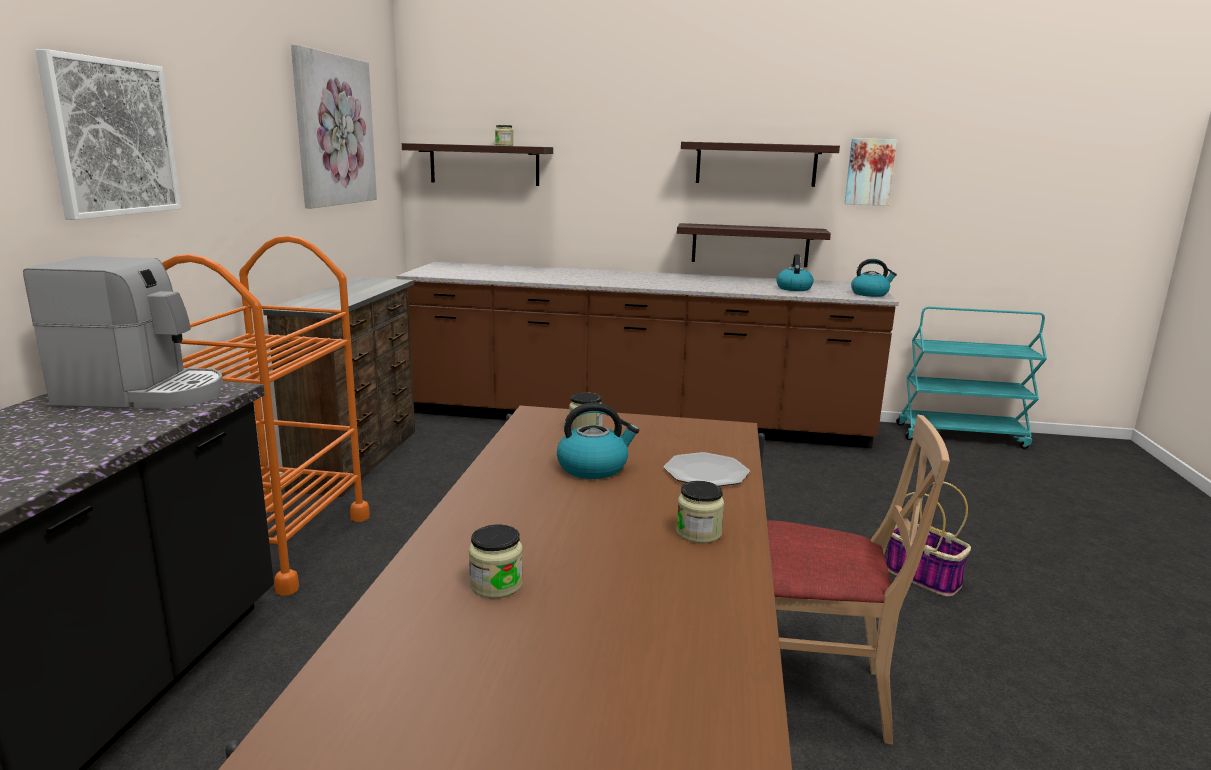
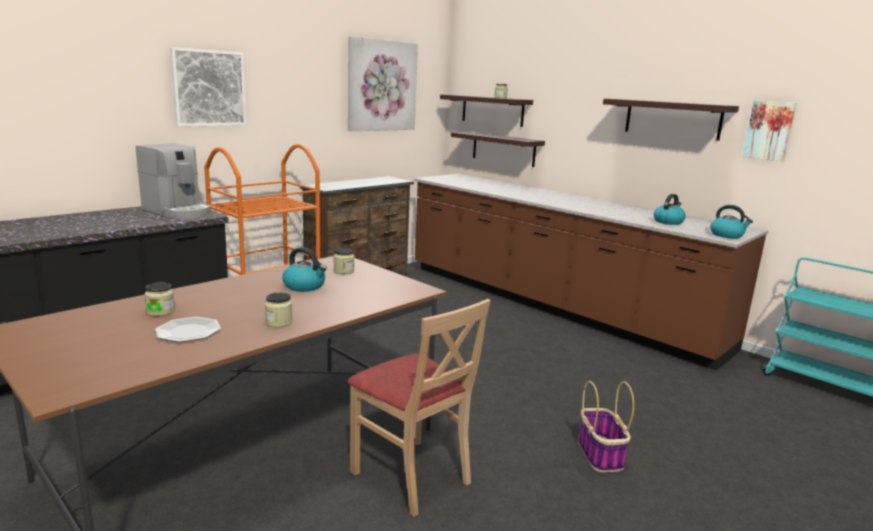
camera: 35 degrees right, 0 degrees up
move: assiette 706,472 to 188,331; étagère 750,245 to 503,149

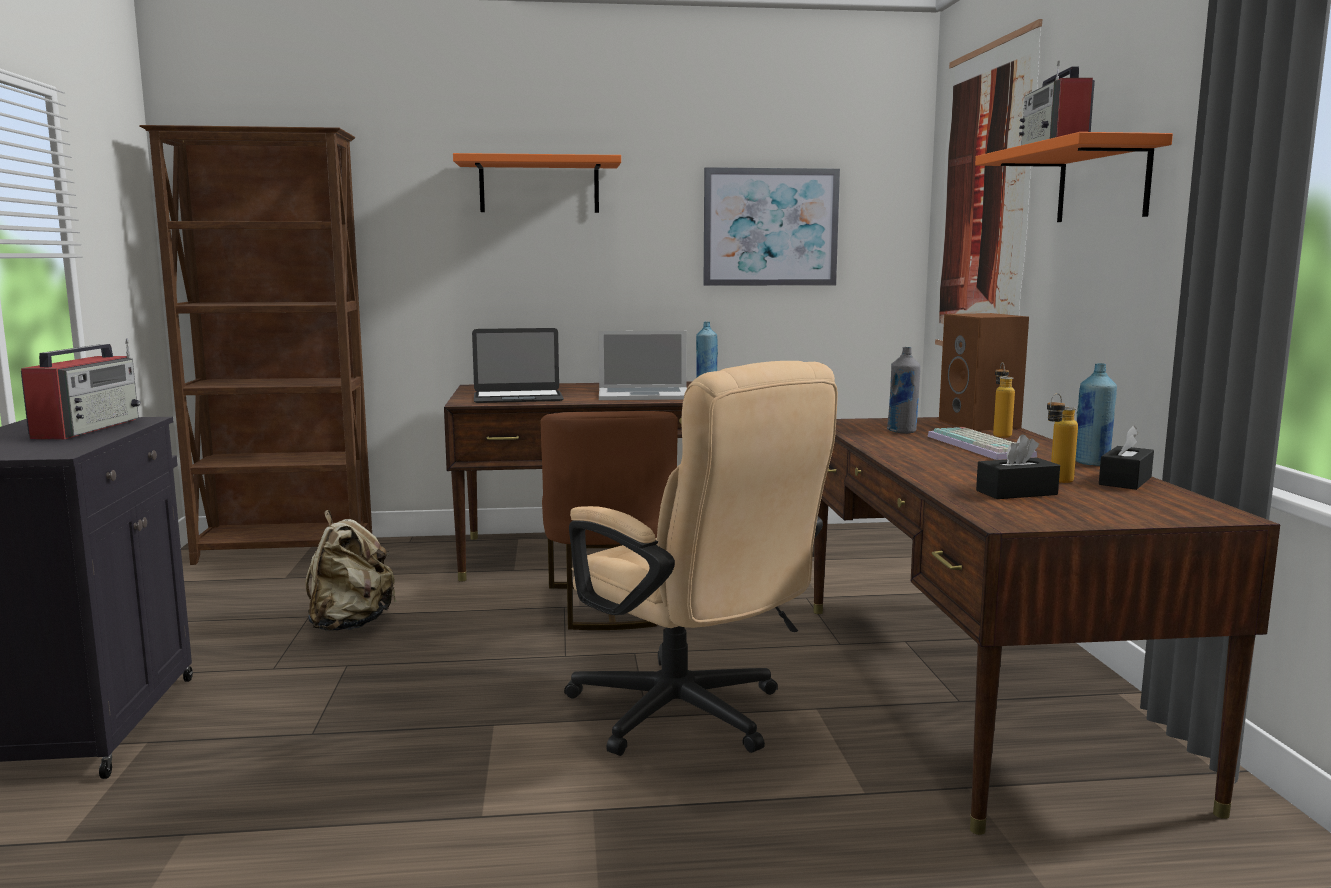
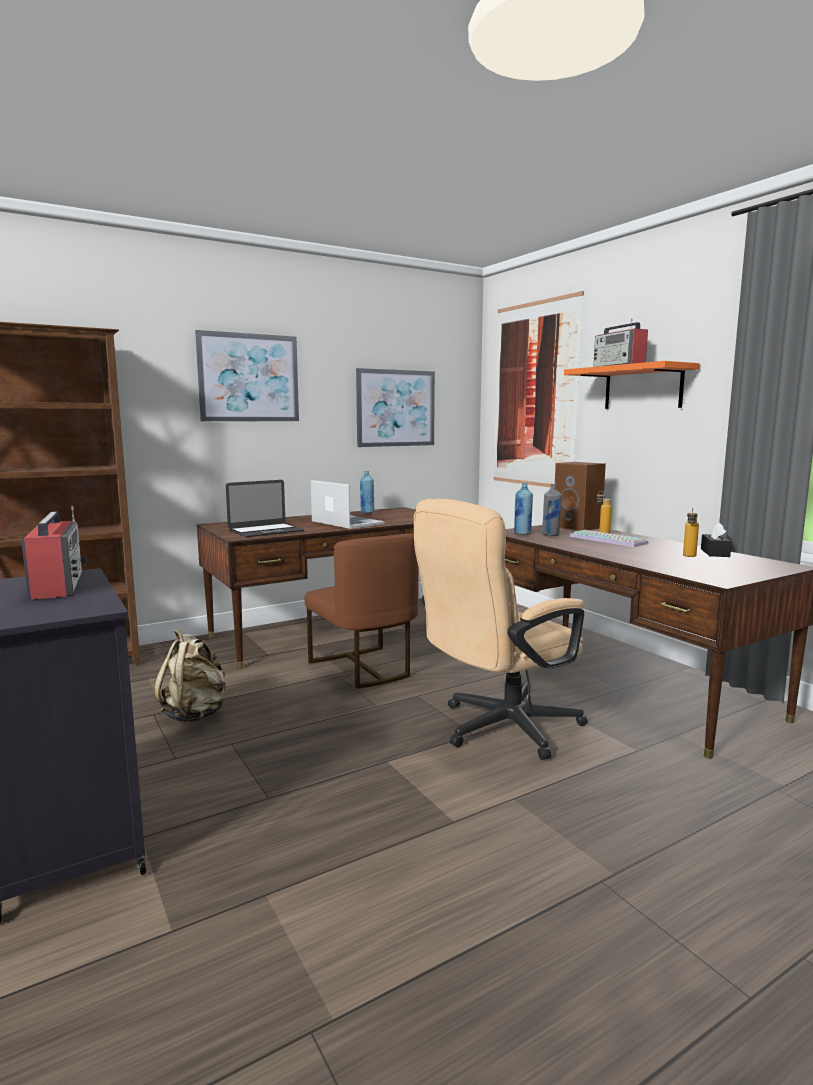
camera: 25 degrees left, 0 degrees up
delete: boîte à mouchoirs/noir 1016,492
move: bouteille/bleu 1091,462 to 522,533
replace: étagère/orange 539,186 to tableau 249,378
rotate: chaise de bureau/beige 691,718 = 499,729 120 degrees clockwise; ordinateur portable 644,395 = 346,522 105 degrees counterclockwise

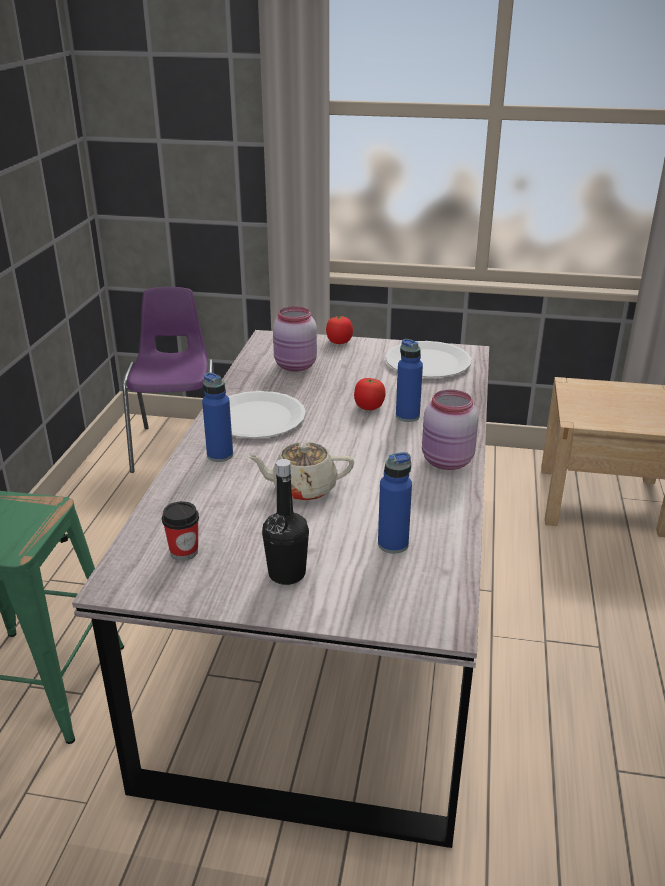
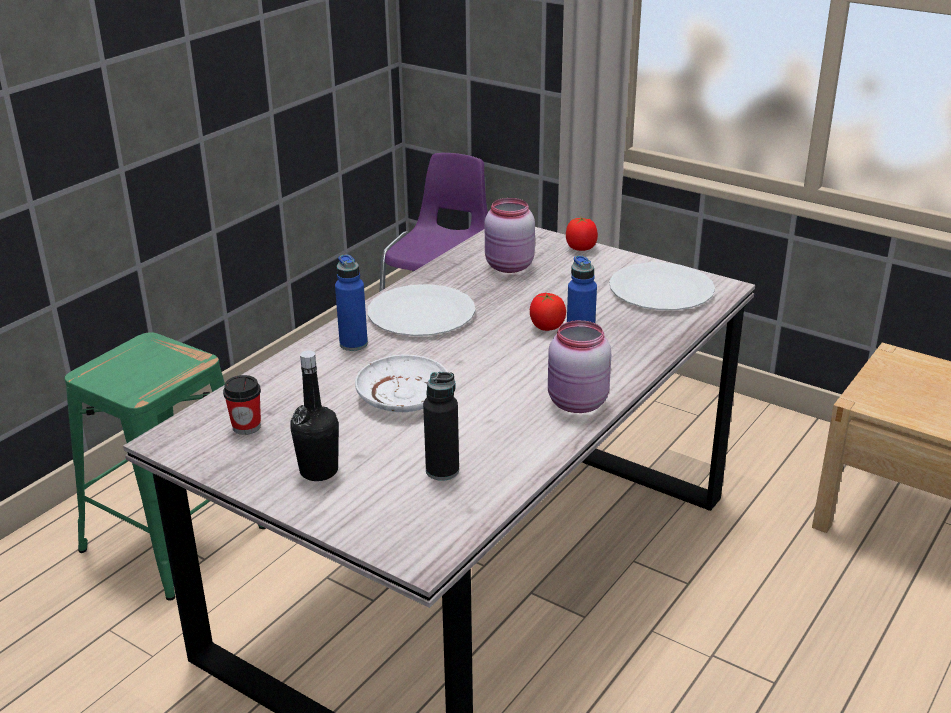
camera: 25 degrees right, 0 degrees up
replace: théière/beige 303,488 to assiette/blanc 404,395
recolor: bouteille/bleu 393,544 to bouteille/noir 442,471

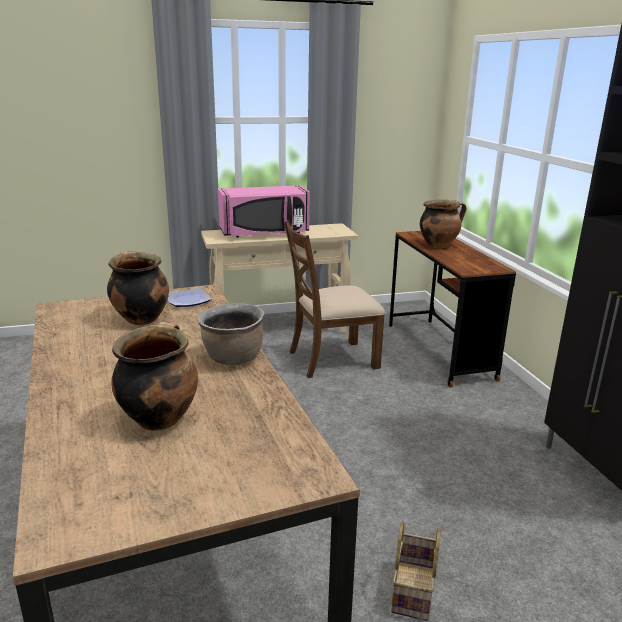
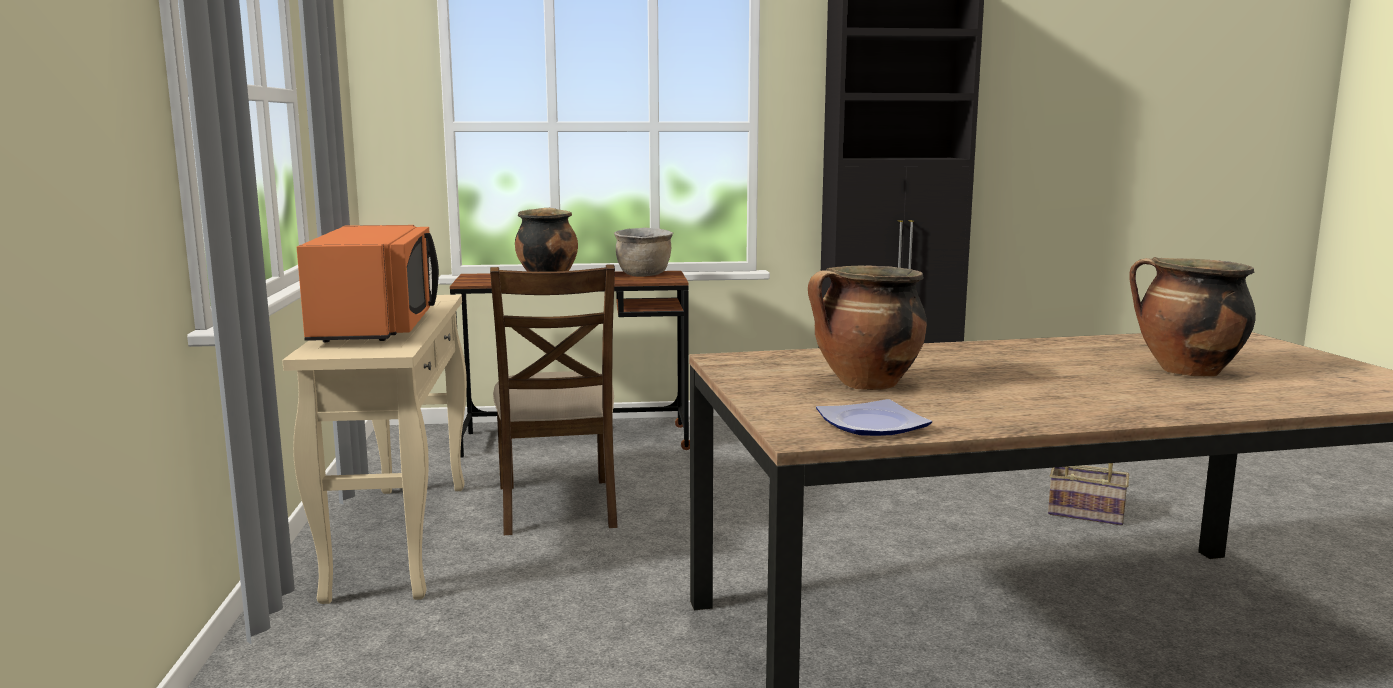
camera: 80 degrees left, 10 degrees down
move: assiette 188,300 to 869,425; marmite/marron 233,359 to 644,275
recolor: micro-ondes/rose 265,233 to micro-ondes/orange 377,327

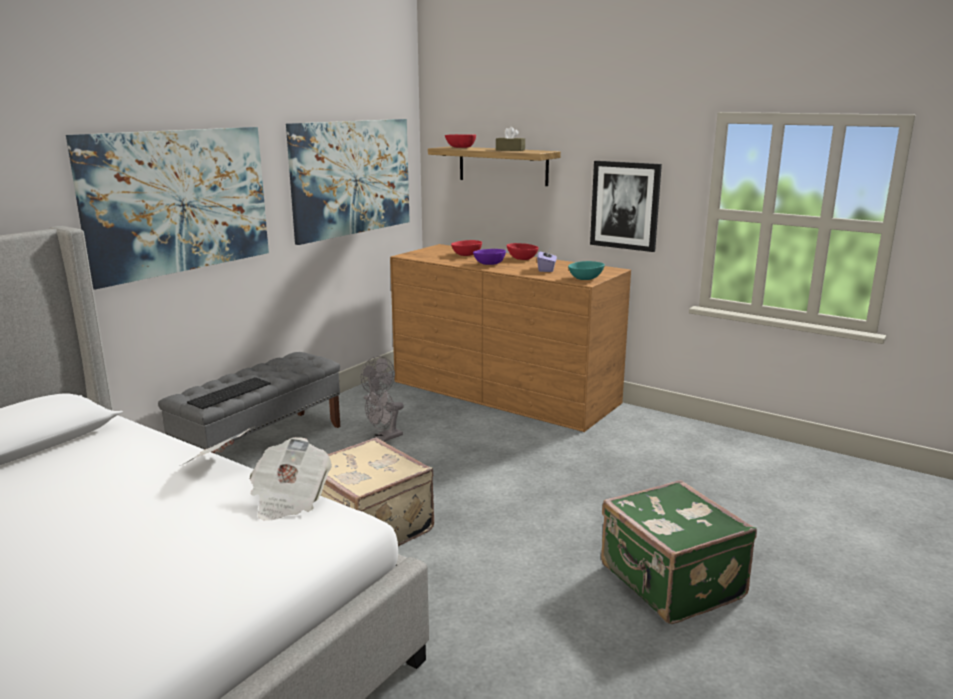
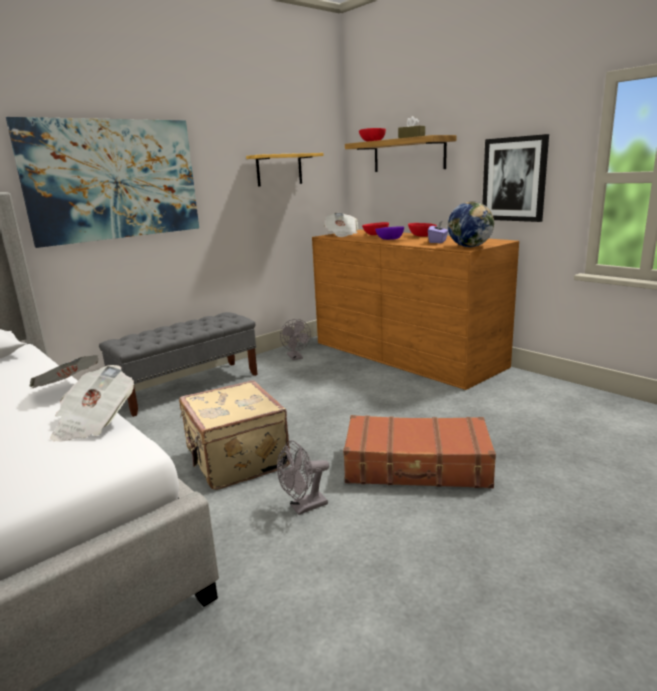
camera: 15 degrees right, 0 degrees up
delete: clavier 230,392; valise/vert 670,583
insert: journal 341,235; valise/marron 417,466
move: ventilateur/gris 385,438 to 304,507
replace: tableau 352,177 to étagère 279,170; bol/turquoise 586,279 to globe 470,246

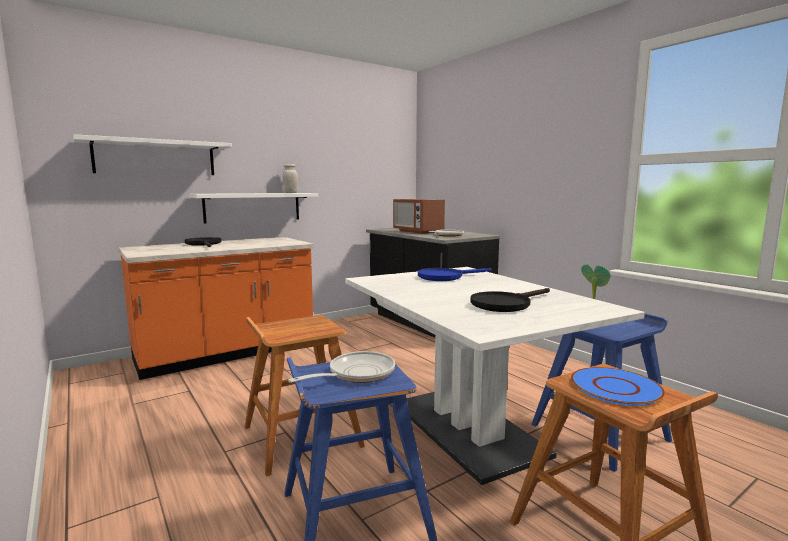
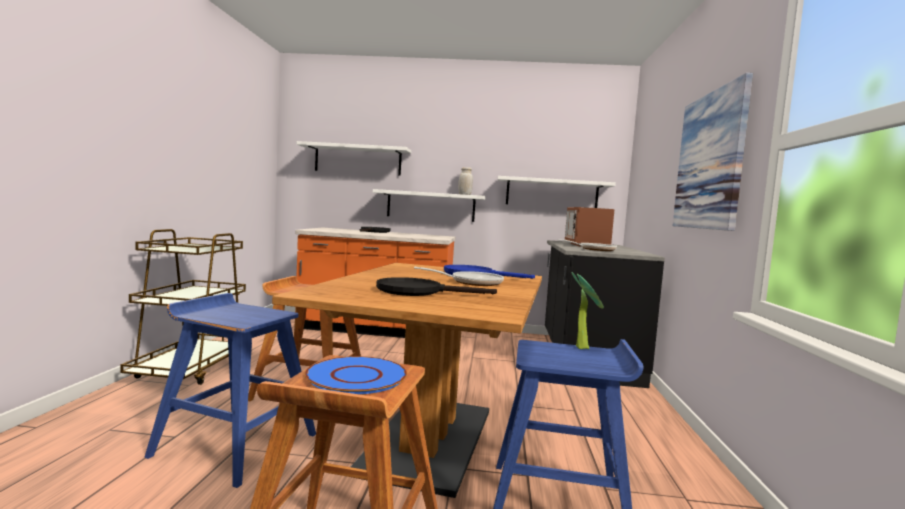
camera: 40 degrees right, 5 degrees down
insert: chariot/marron 191,369; étagère/blanc 551,193; tableau 710,161
move: poêle 356,374 to 472,282
recolor: table à manger/blanc 467,428 to table à manger/marron 429,440

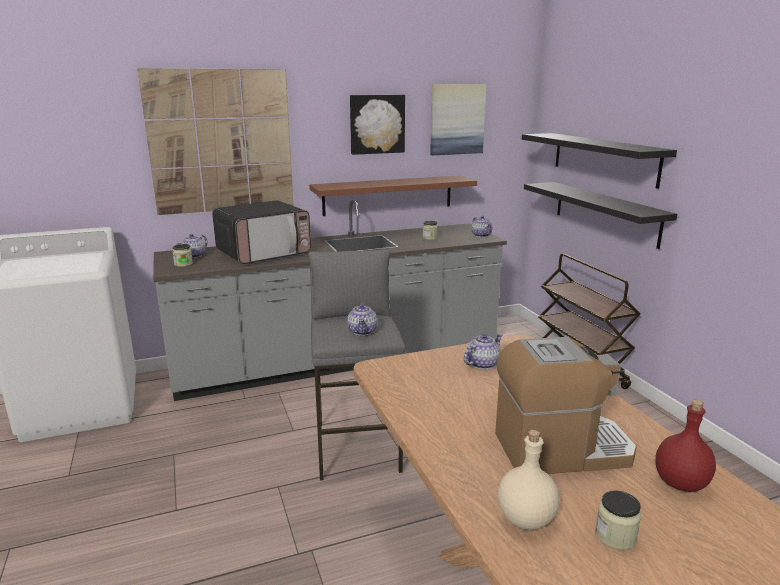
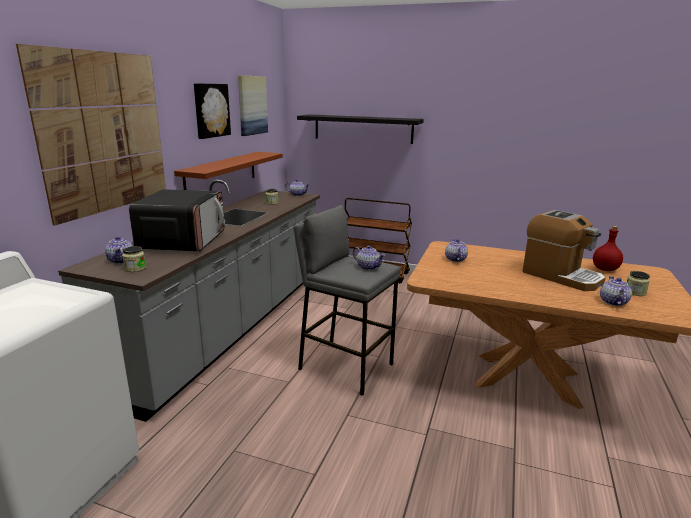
camera: 50 degrees left, 0 degrees up
delete: étagère/noir 605,213
replace: bouteille/beige 524,519 to théière 613,302
rotate: machine à café 561,449 = 561,276 105 degrees clockwise

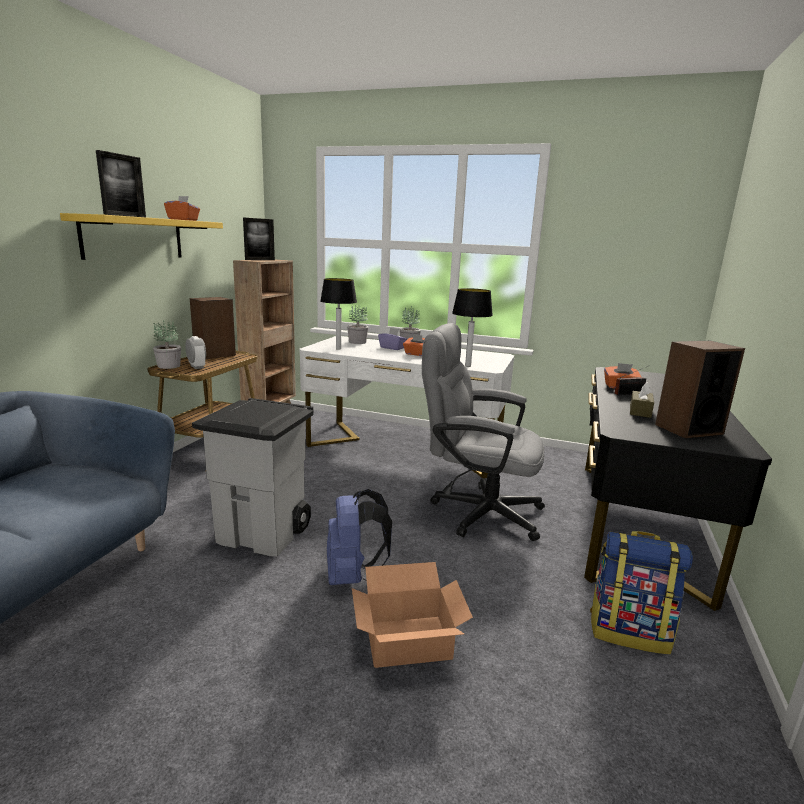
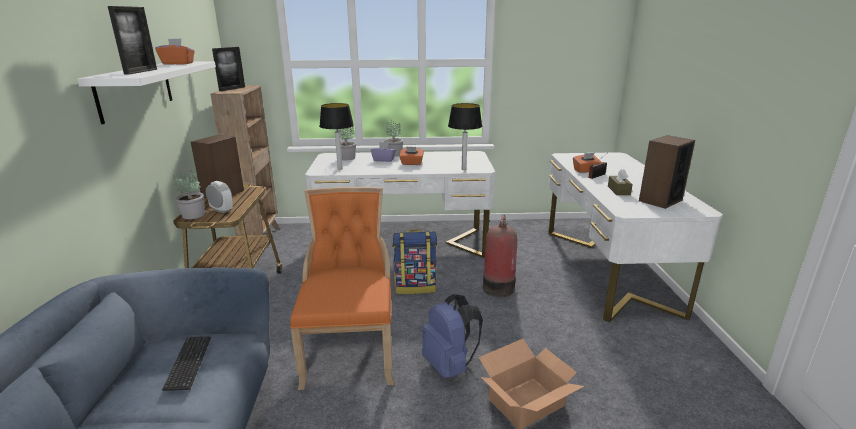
camera: 20 degrees left, 5 degrees up
insert: clavier 189,363
move: sac à dos 629,631 to 415,287
replace: poubelle/gris 264,533 to chaise/orange 351,351; chaise de bureau/gris 476,511 to extincteur 498,287
recolor: étagère/jaune 134,238 to étagère/blanc 135,90; bureau/noir 636,523 to bureau/blanc 607,269

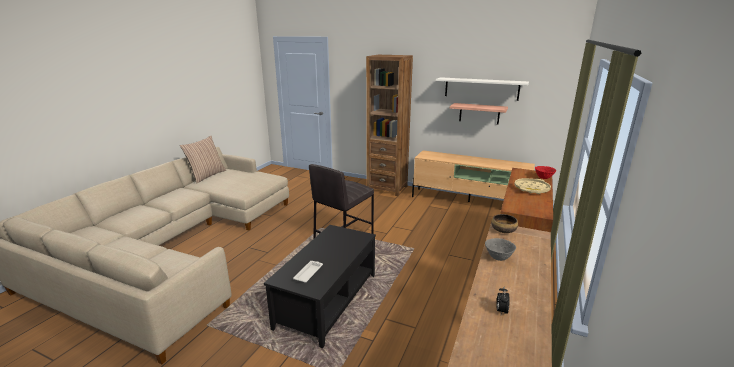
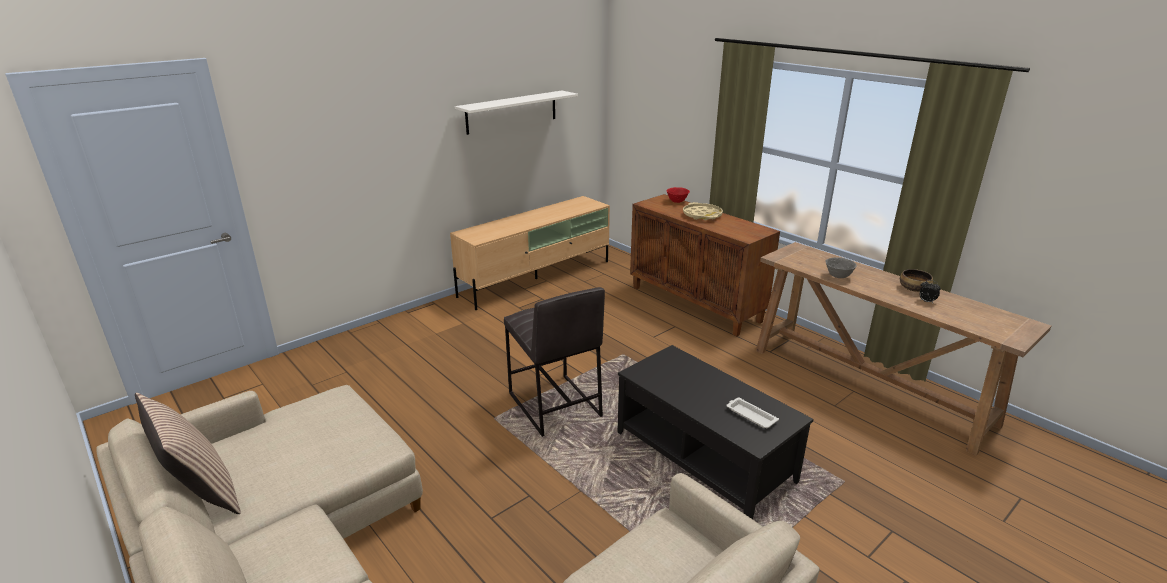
camera: 65 degrees left, 5 degrees up
delete: bibliothèque/marron 387,188; étagère 479,113
move: bol 503,230 to 914,288

